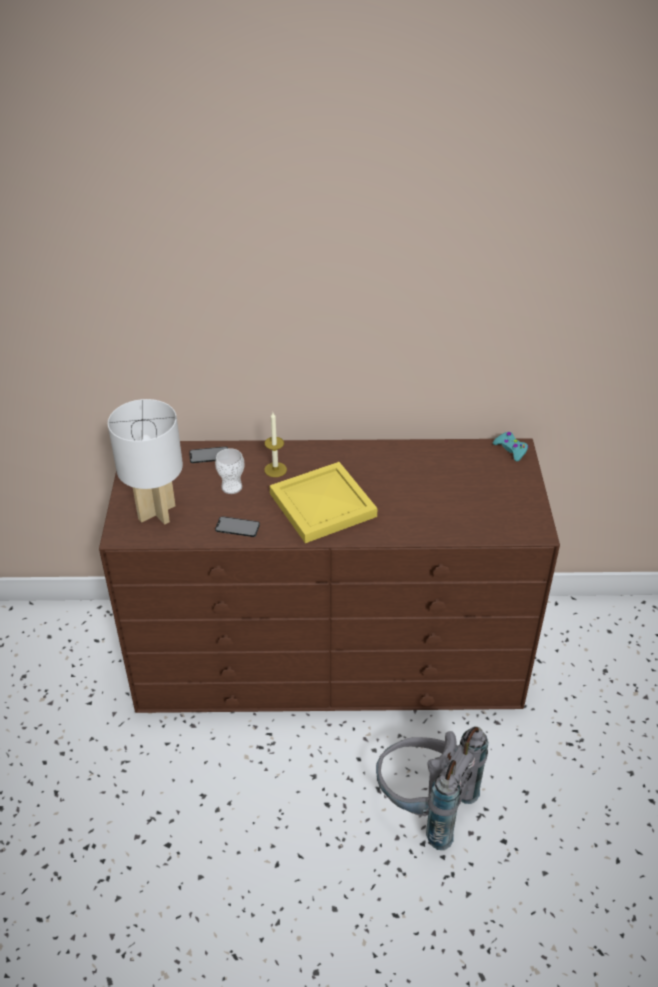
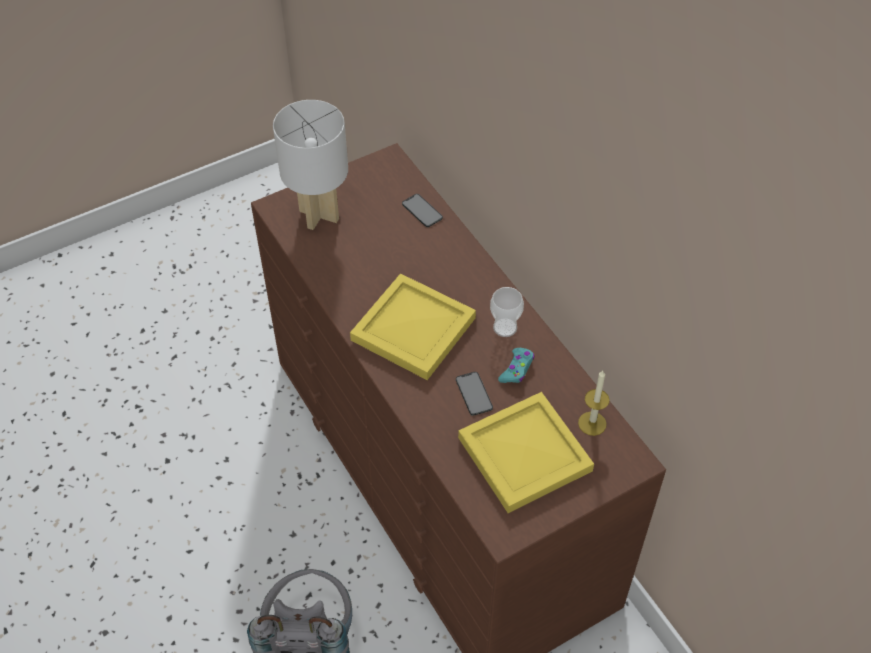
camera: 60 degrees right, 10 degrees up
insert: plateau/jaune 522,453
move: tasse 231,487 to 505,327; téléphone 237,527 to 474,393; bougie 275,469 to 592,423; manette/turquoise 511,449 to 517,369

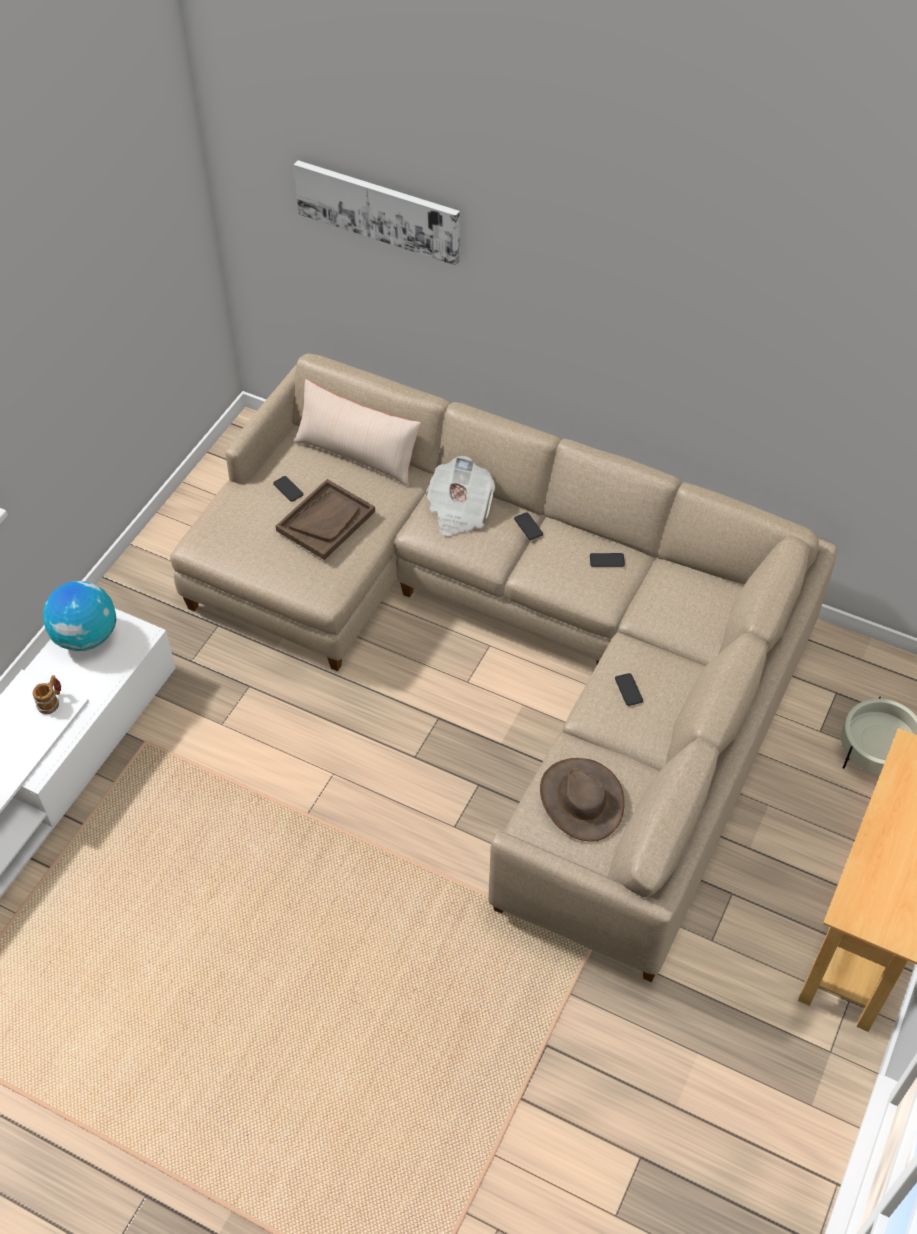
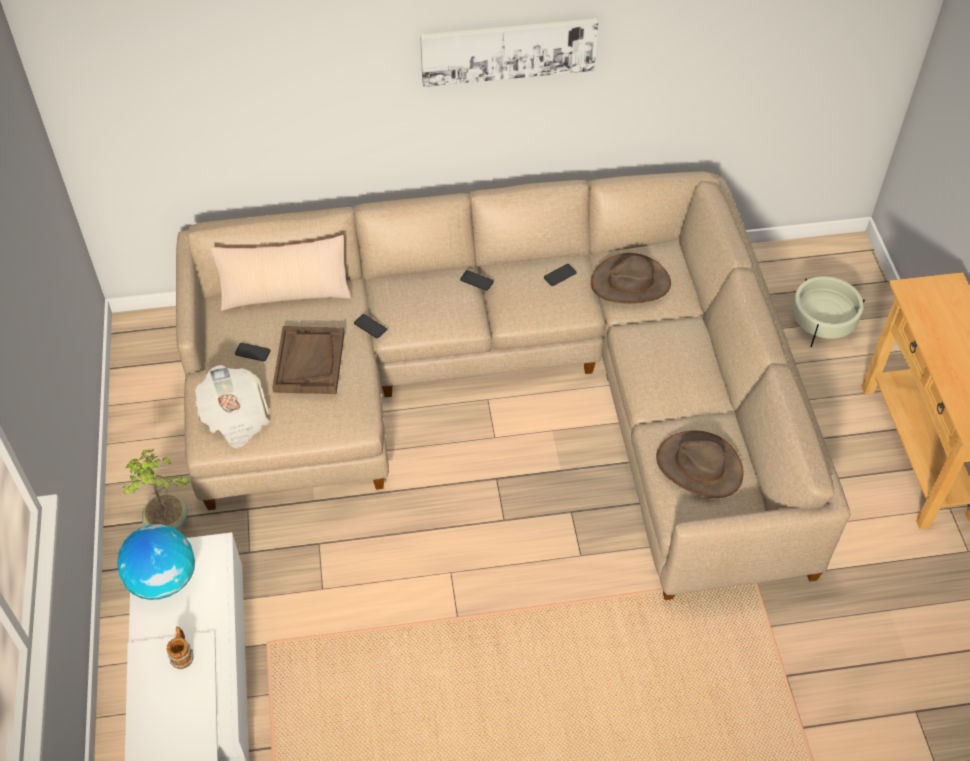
camera: 35 degrees left, 0 degrees up
insert: plante en pot 167,523; chapeau/marron 630,283
move: tableau 378,210 to 508,50; journal 459,510 to 235,418; téléphone 628,689 to 370,326

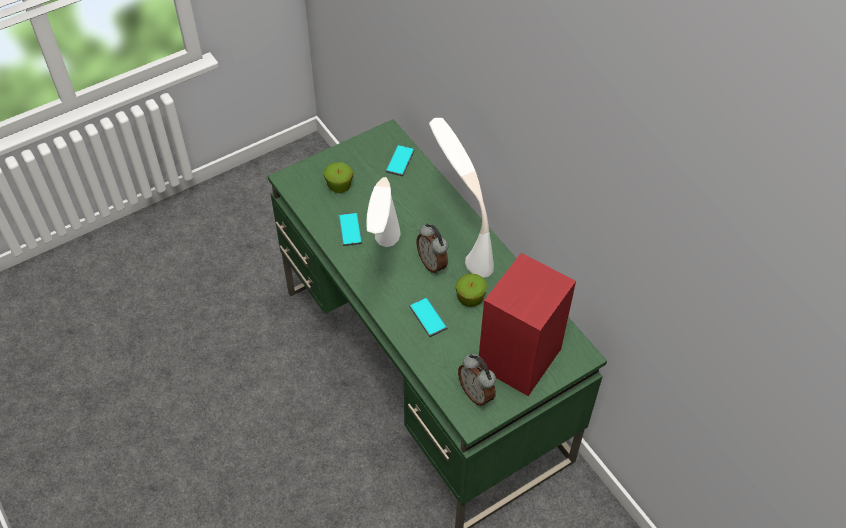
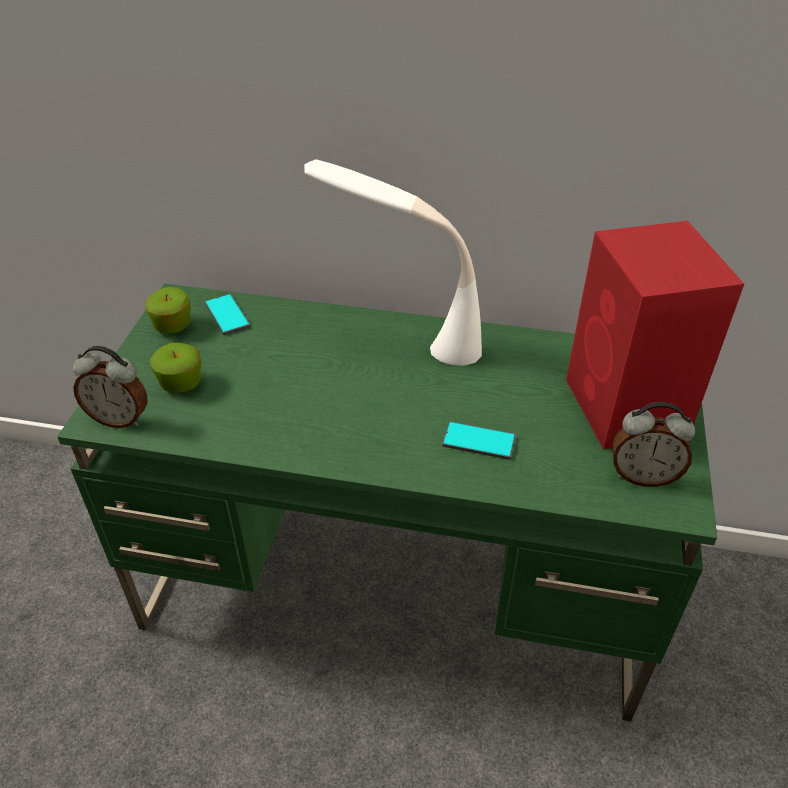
camera: 45 degrees left, 10 degrees down
delete: téléphone 350,229; lampe de table/blanc 384,264
move: réveil 432,263 to 120,418; pomme 470,298 to 173,326

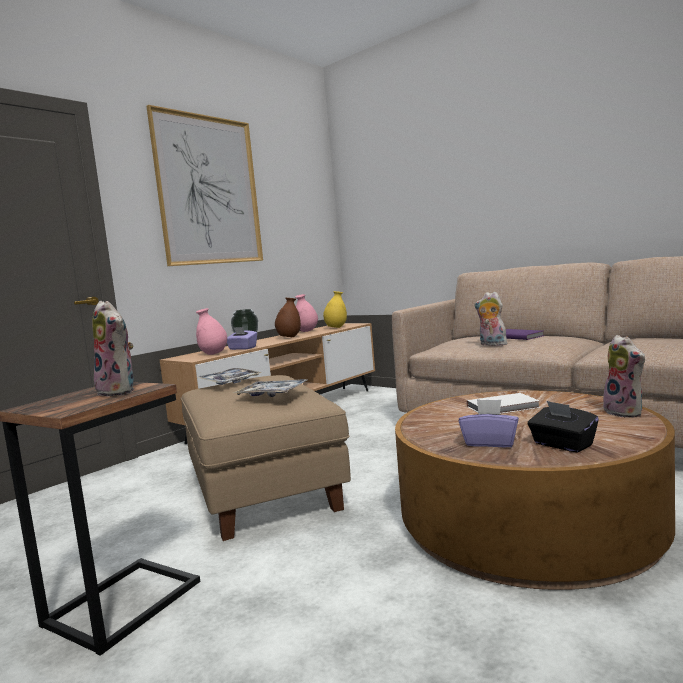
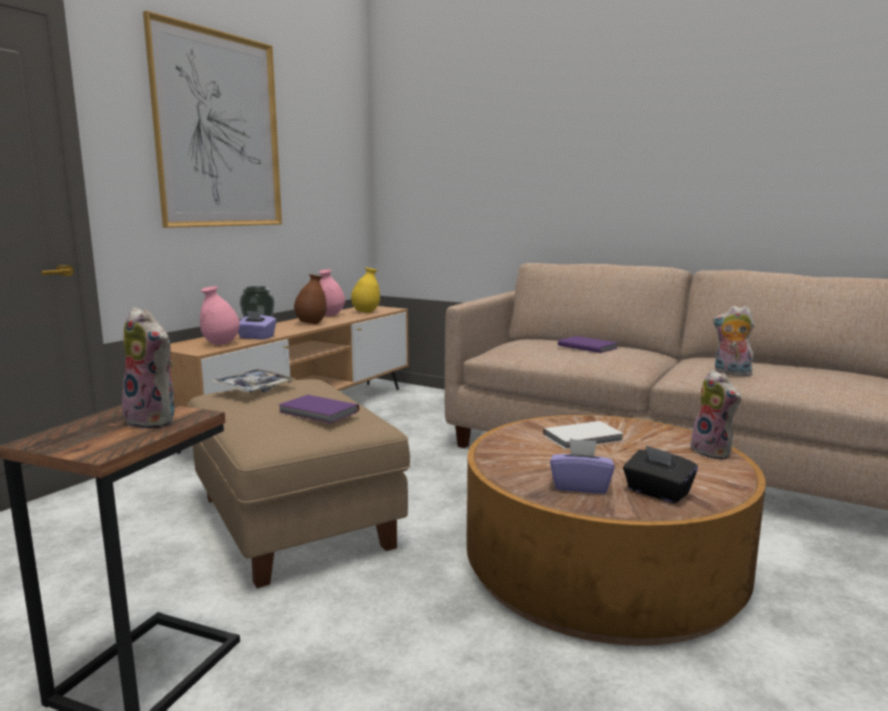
camera: 10 degrees left, 5 degrees up
move: peluche 491,345 to 731,373
replace: plateau 272,394 to livre/violet 318,412

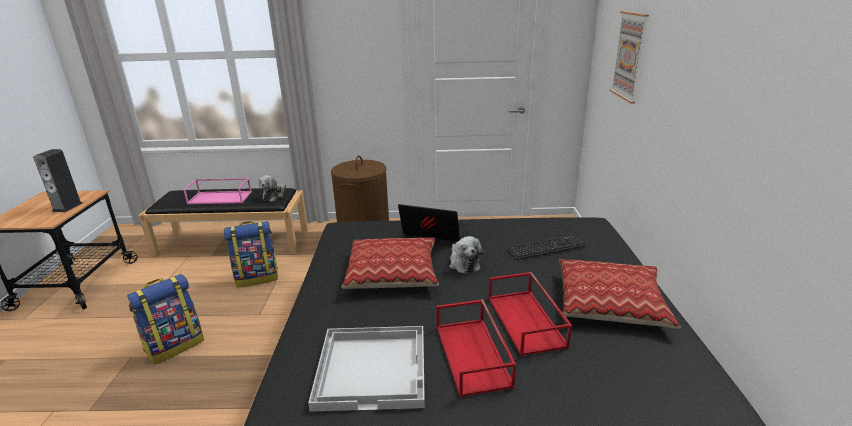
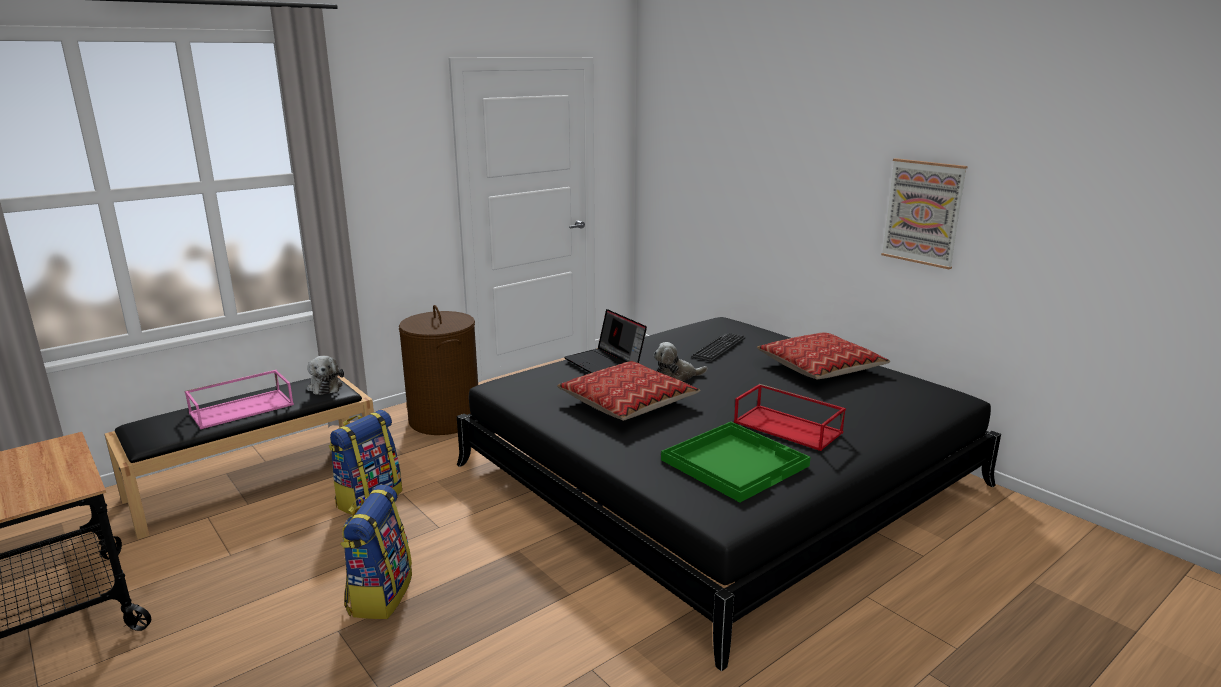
camera: 40 degrees left, 5 degrees down
delete: enceinte 67,207; plateau/rouge 527,321
move: tableau 629,56 to 923,212
recolor: plateau/blanc 373,367 to plateau/vert 734,462
rotate: ordinateur portable 433,233 = 605,363 105 degrees counterclockwise; peluche 463,263 = 676,376 135 degrees clockwise

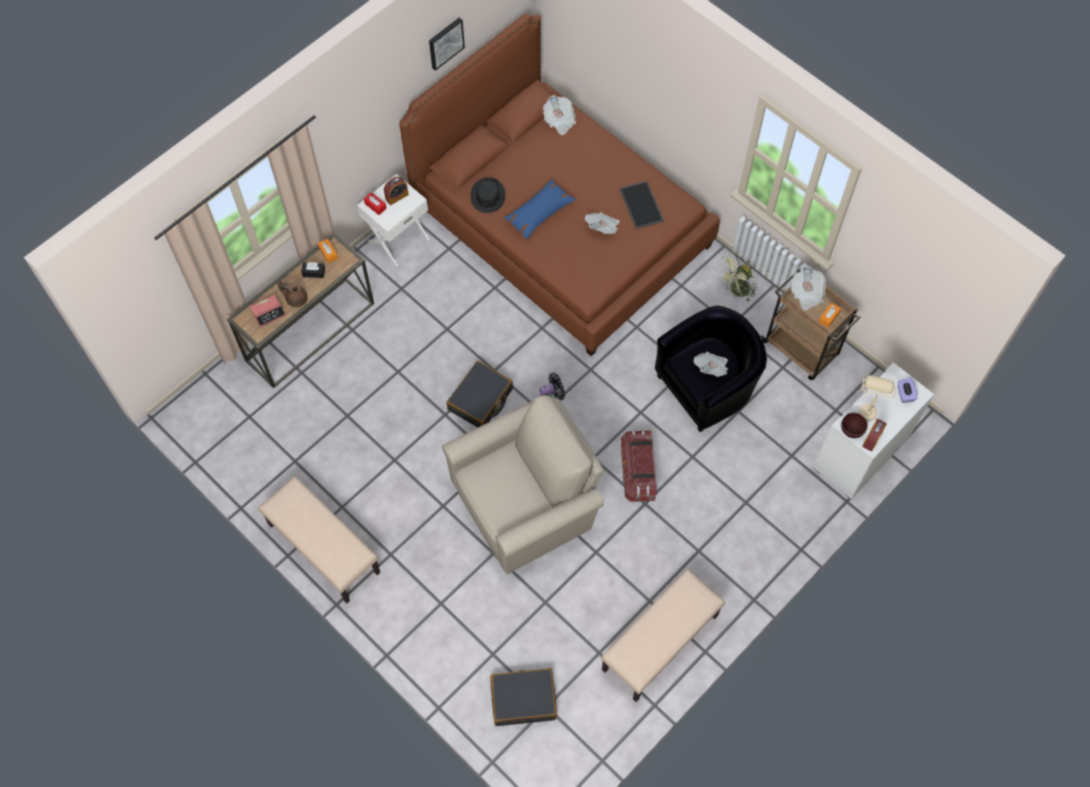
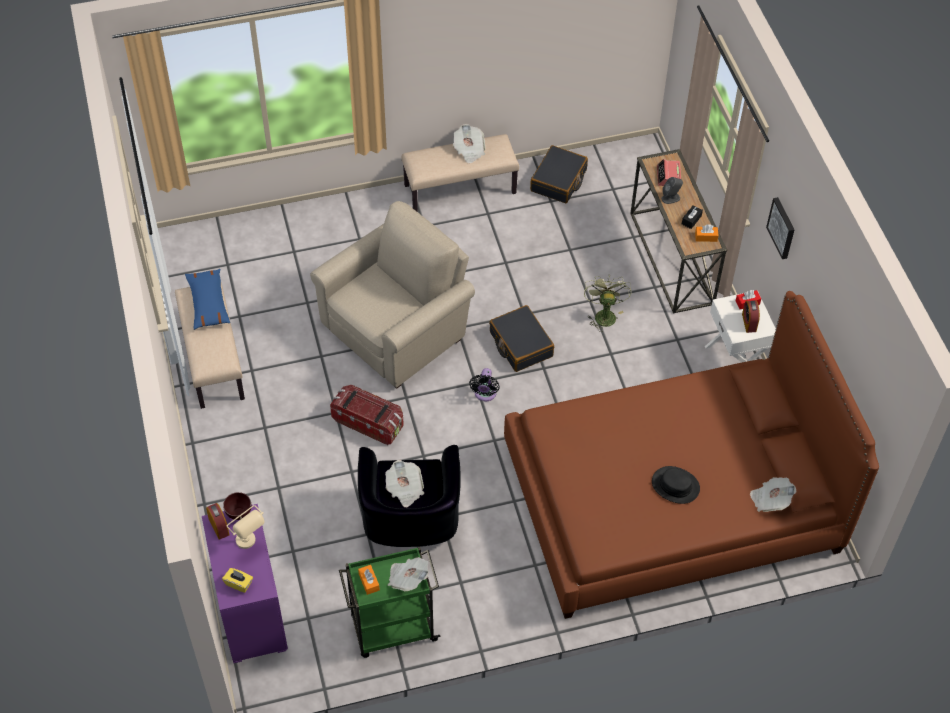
camera: 120 degrees right, 10 degrees down
delete: plateau 642,205
move: tableau 445,42 to 782,227; chapeau/noir 488,196 to 675,485; valise/noir 523,699 to 559,181; coussin/bleu 539,213 to 208,303; journal 603,228 to 469,150; ventilateur/vert 736,291 to 604,314
replace: théière/marron 296,299 to enceinte/gris 671,198
recolor: chariot/marron 801,349 to chariot/vert 392,629; commode/blanc 861,453 to commode/violet 250,611; boîte à mouchoirs/violet 904,394 to boîte à mouchoirs/jaune 239,583
rotate: fauteuil/beige 527,505 = 398,330 135 degrees counterclockwise

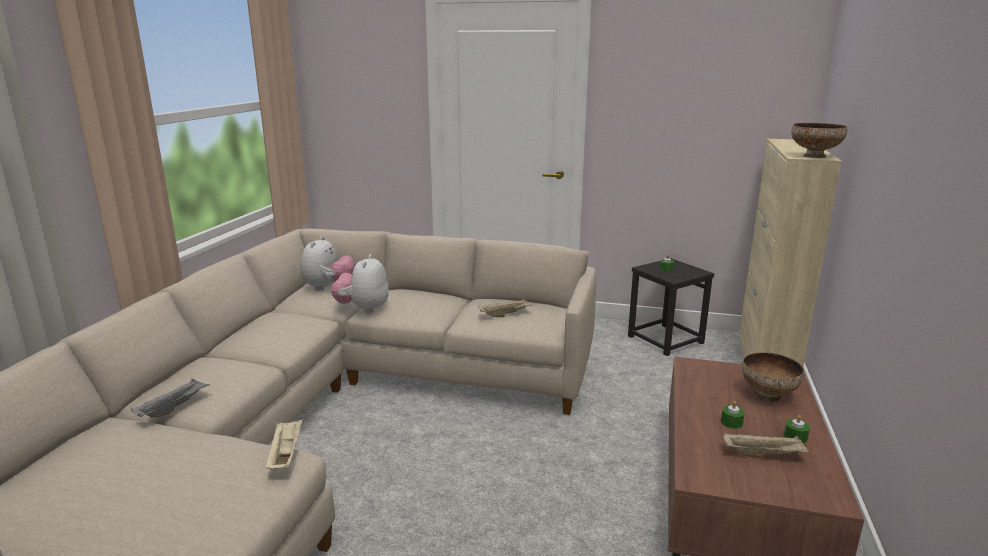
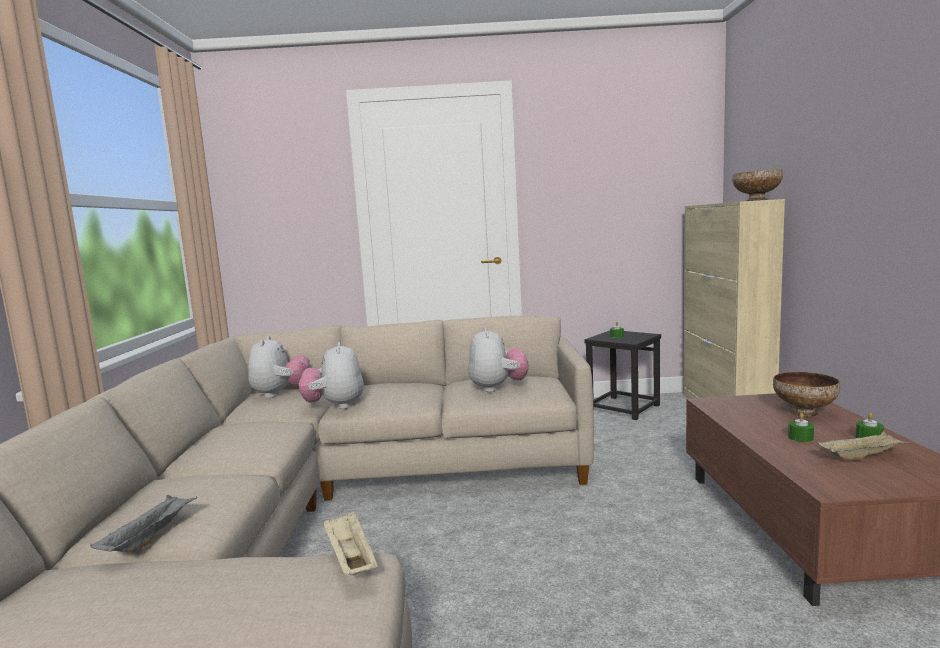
camera: 15 degrees left, 10 degrees down
replace: plateau/beige 505,314 to peluche 498,388

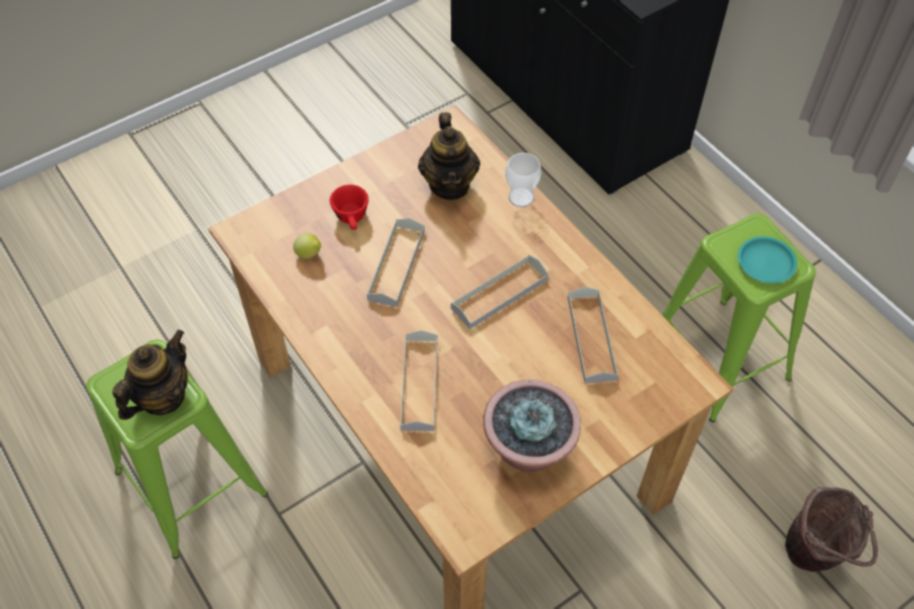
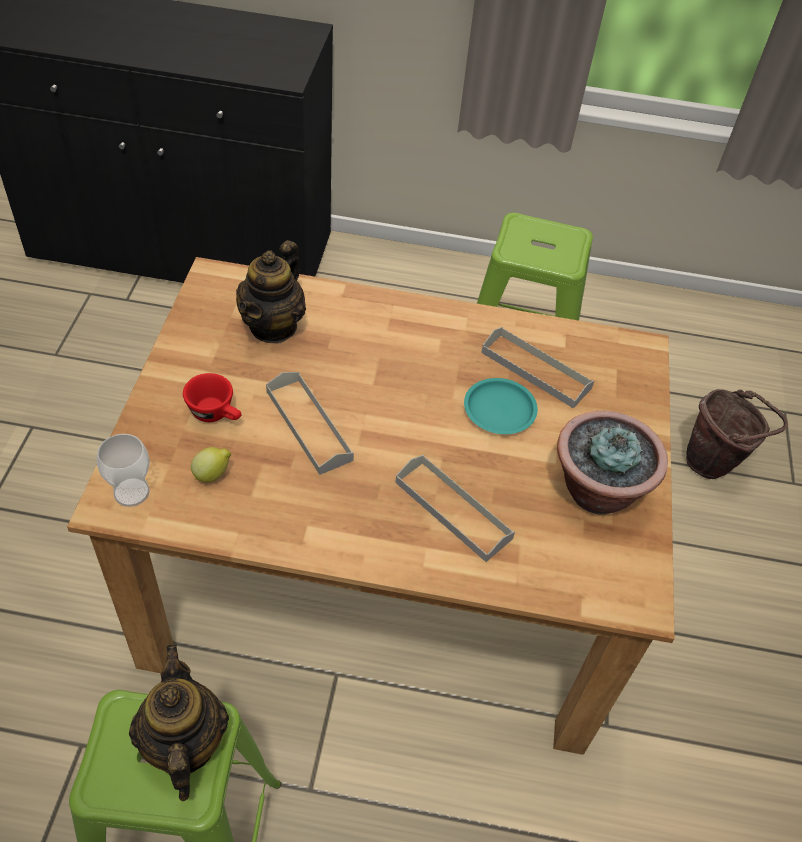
camera: 50 degrees left, 5 degrees down
delete: plateau/gris 499,294
move: tasse 521,197 to 131,492; assiette/turquoise 765,262 to 499,410
rotate: théière 449,184 = 273,326 75 degrees clockwise

